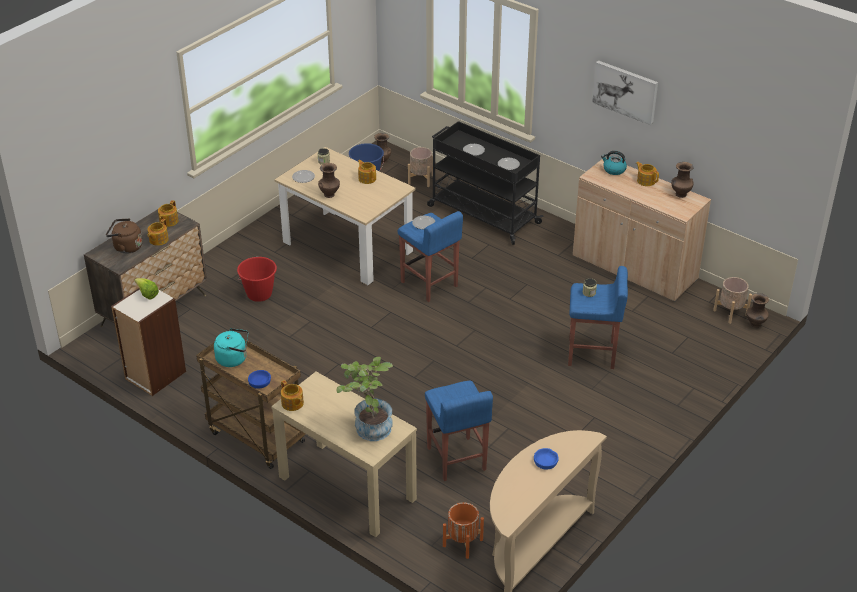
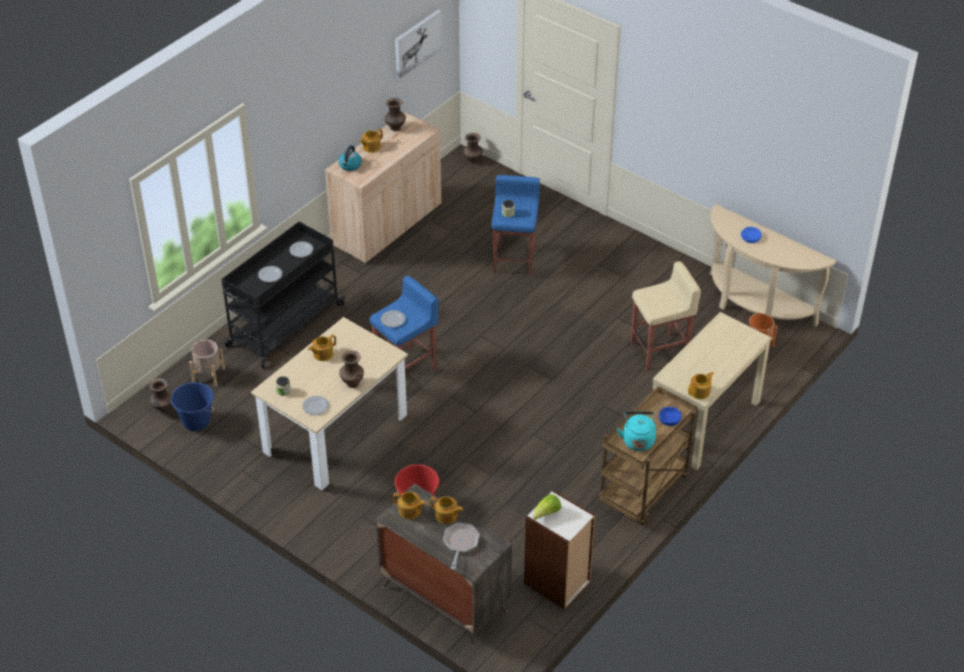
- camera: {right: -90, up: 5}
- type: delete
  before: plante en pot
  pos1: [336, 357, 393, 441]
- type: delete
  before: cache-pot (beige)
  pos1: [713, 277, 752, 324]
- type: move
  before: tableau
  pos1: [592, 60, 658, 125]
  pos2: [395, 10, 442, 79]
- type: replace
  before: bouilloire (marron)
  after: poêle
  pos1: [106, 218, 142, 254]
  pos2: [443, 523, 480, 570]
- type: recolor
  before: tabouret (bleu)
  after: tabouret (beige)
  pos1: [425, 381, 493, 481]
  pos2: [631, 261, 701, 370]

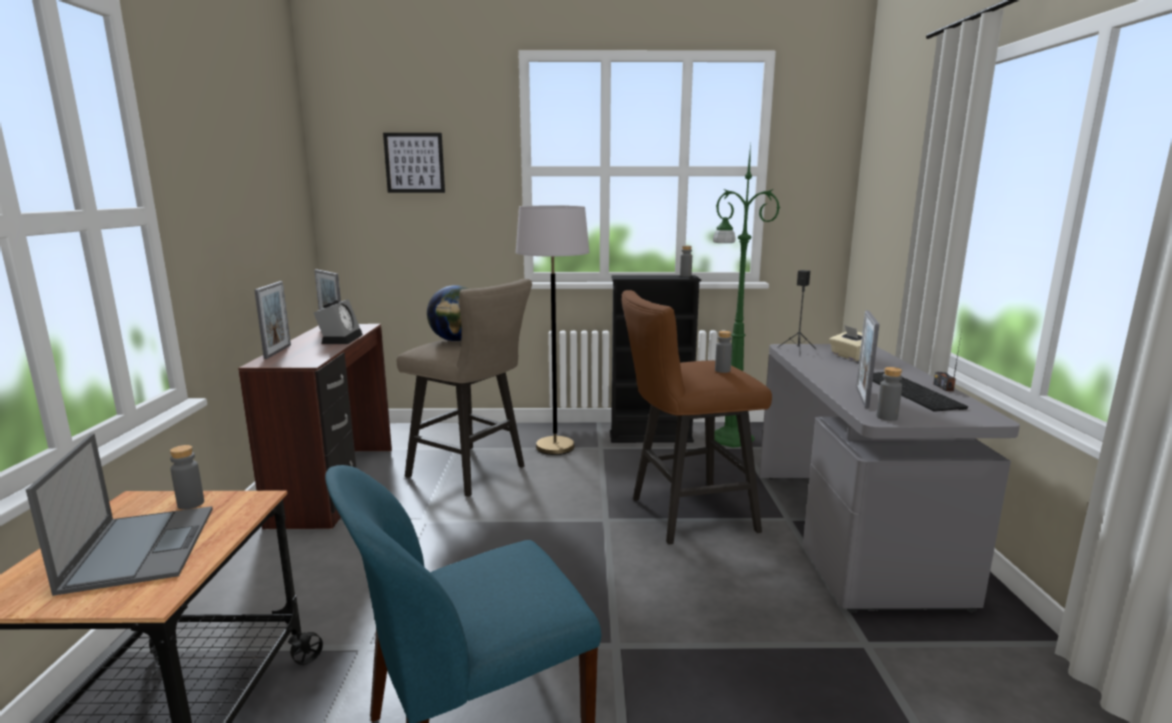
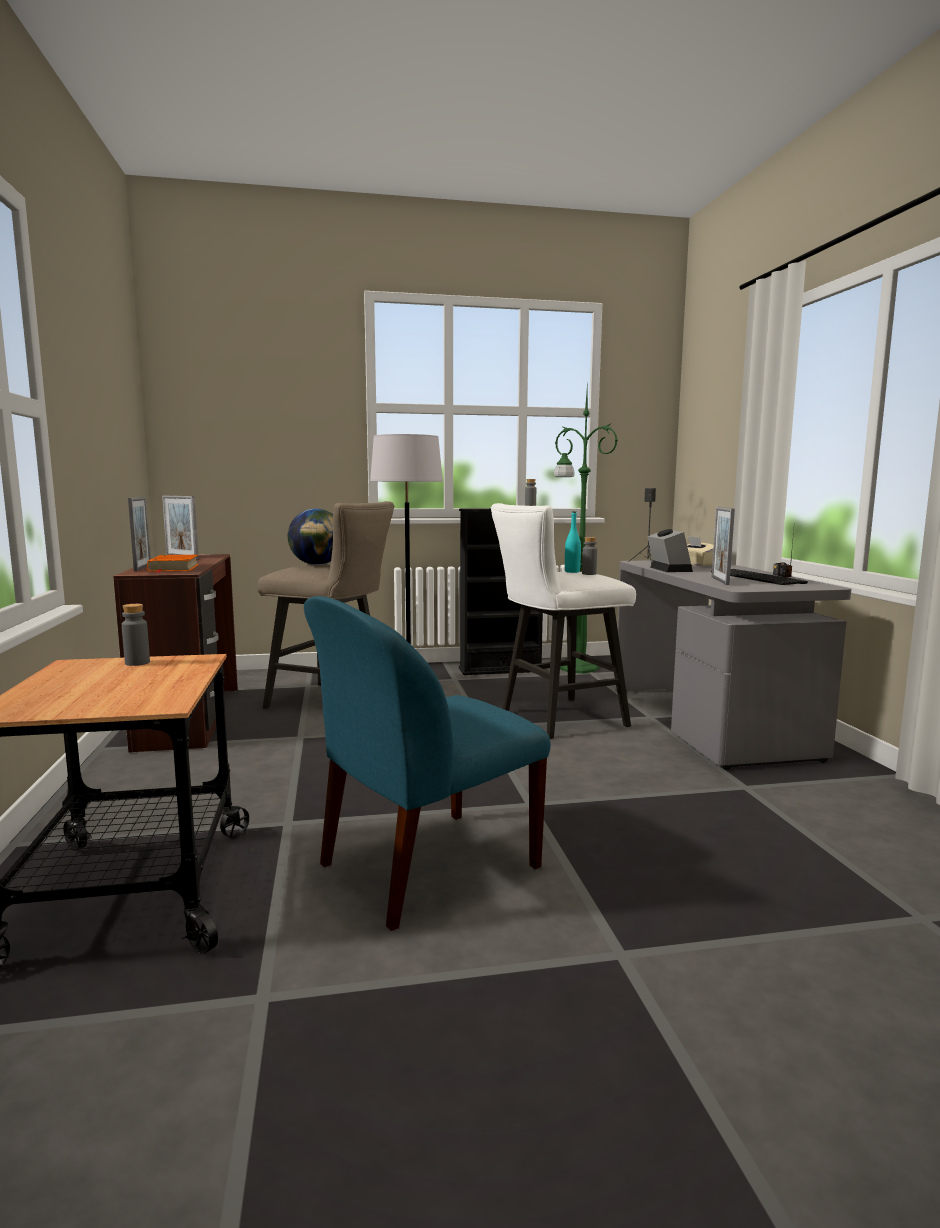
- camera: {right: -10, up: -5}
- type: delete
  before: ordinateur portable
  pos1: [26, 433, 213, 596]
- type: delete
  before: tableau
  pos1: [383, 133, 445, 193]
- type: delete
  before: bouteille (gris)
  pos1: [876, 367, 902, 421]
- type: insert
  after: livre (orange)
  pos2: [147, 555, 199, 573]
- type: insert
  after: bouteille (turquoise)
  pos2: [565, 511, 581, 573]
- type: move
  before: réveil
  pos1: [314, 299, 363, 344]
  pos2: [647, 529, 693, 572]
- type: recolor
  before: tabouret (marron)
  after: tabouret (blanc)
  pos1: [621, 290, 772, 544]
  pos2: [491, 503, 636, 739]

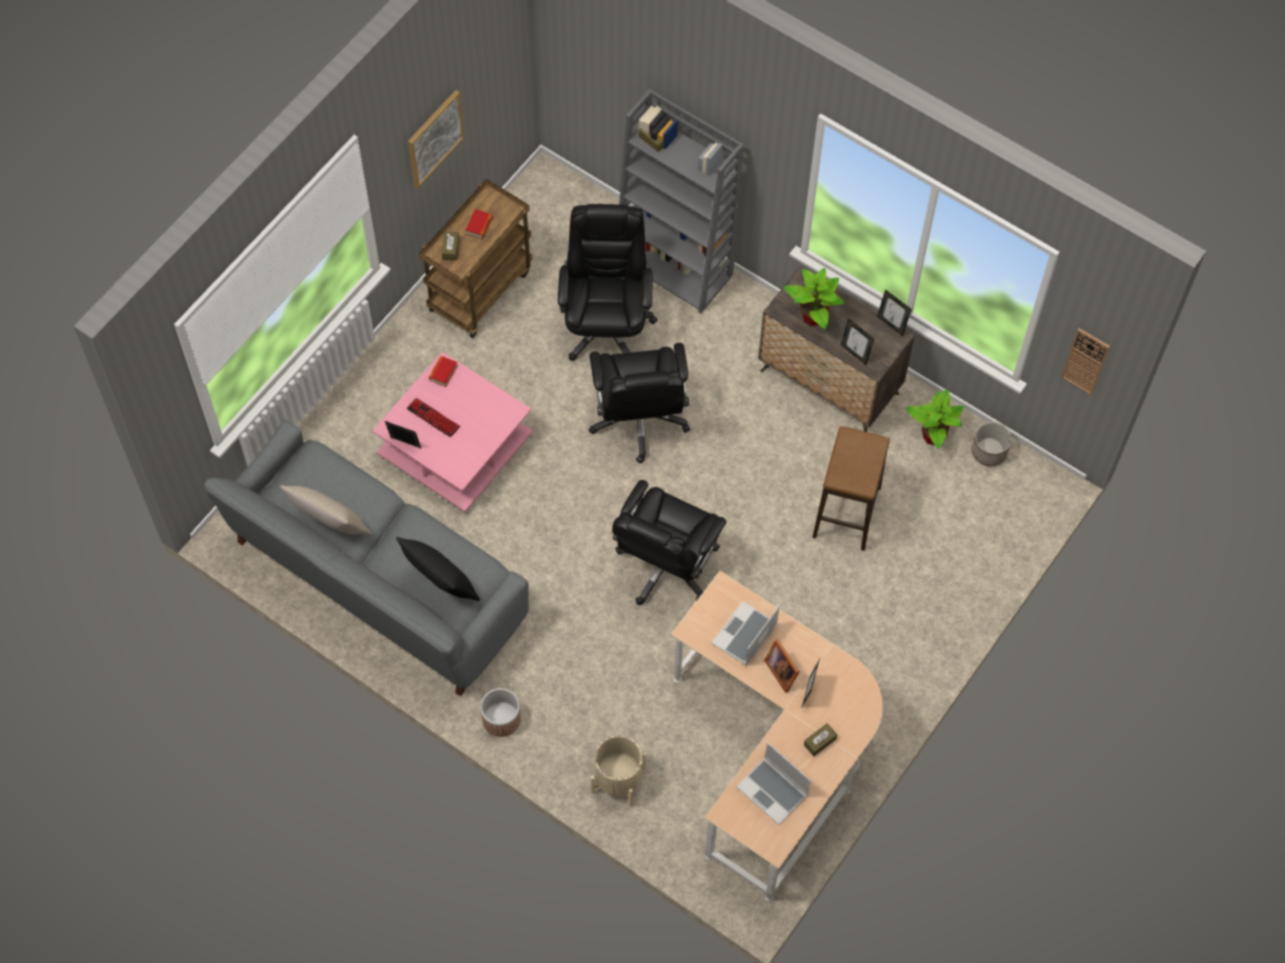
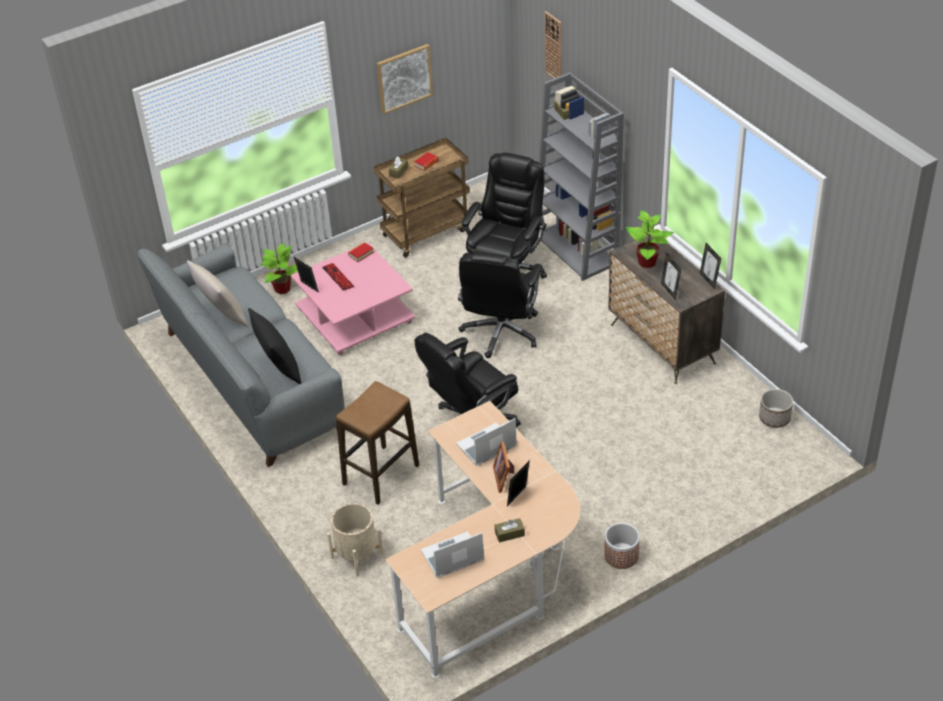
- camera: {right: 25, up: -20}
- type: move
  before: cache-pot
  pos1: [481, 688, 521, 737]
  pos2: [604, 523, 640, 569]
- type: move
  before: tabouret
  pos1: [813, 426, 890, 551]
  pos2: [336, 381, 419, 505]
- type: move
  before: plante en pot
  pos1: [905, 389, 964, 449]
  pos2: [260, 243, 298, 294]
- type: move
  before: horloge murale
  pos1: [1061, 328, 1110, 395]
  pos2: [545, 11, 562, 83]
- type: rotate
  before: ordinateur portable
  pos1: [736, 742, 811, 825]
  pos2: [421, 531, 484, 578]
  turn: 90

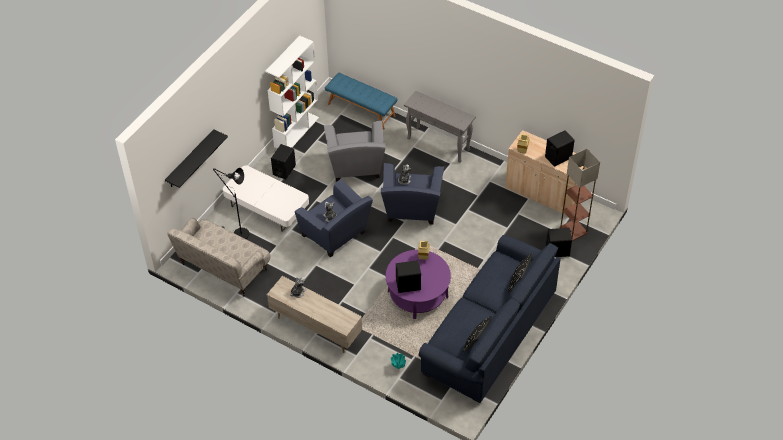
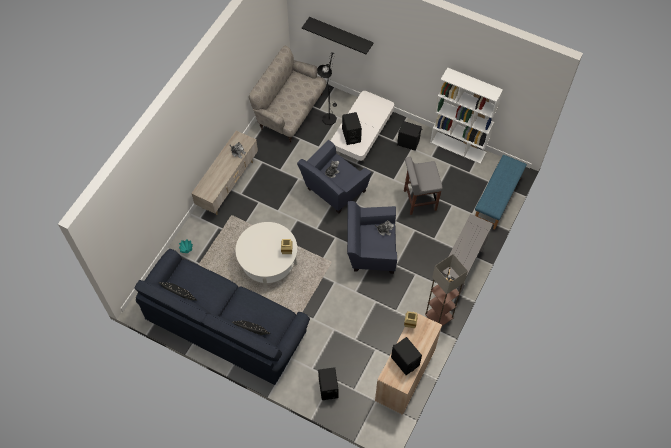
- camera: {right: 85, up: 10}
- type: move
  before: enceinte (noir)
  pos1: [396, 260, 421, 293]
  pos2: [342, 112, 362, 145]
- type: move
  before: lampadaire
  pos1: [559, 148, 600, 241]
  pos2: [425, 254, 468, 326]
- type: replace
  before: fauteuil (gris)
  after: tabouret (gris)
  pos1: [324, 121, 386, 182]
  pos2: [404, 157, 443, 215]
- type: recolor
  before: table basse (violet)
  after: table basse (blanc)
  pos1: [386, 250, 451, 319]
  pos2: [235, 222, 297, 288]

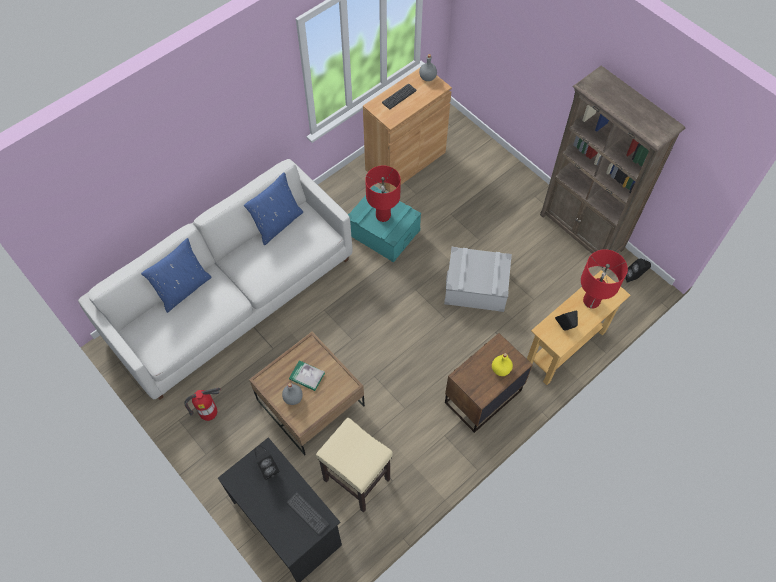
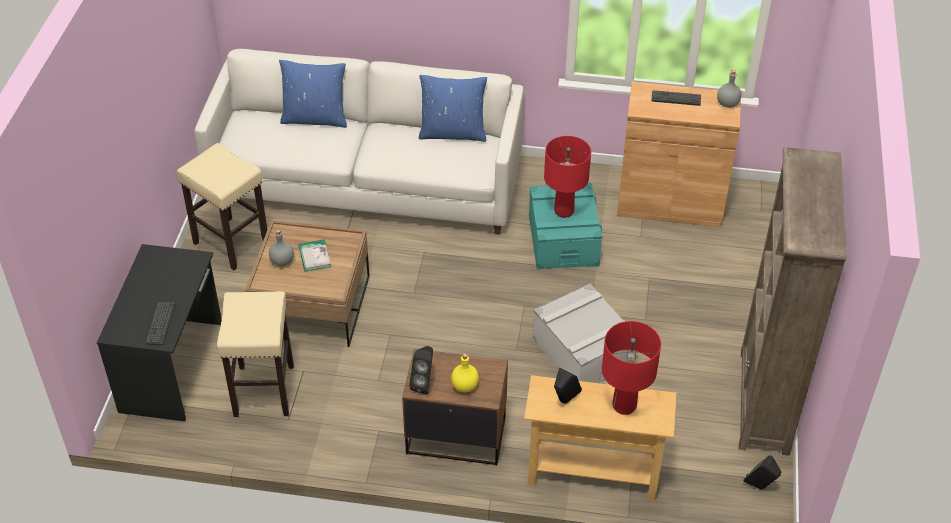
- camera: {right: 50, up: -15}
- type: move
  before: enceinte (noir)
  pos1: [254, 445, 279, 480]
  pos2: [409, 346, 433, 394]
- type: replace
  before: extincteur
  after: tabouret (beige)
  pos1: [184, 388, 221, 421]
  pos2: [177, 143, 267, 270]

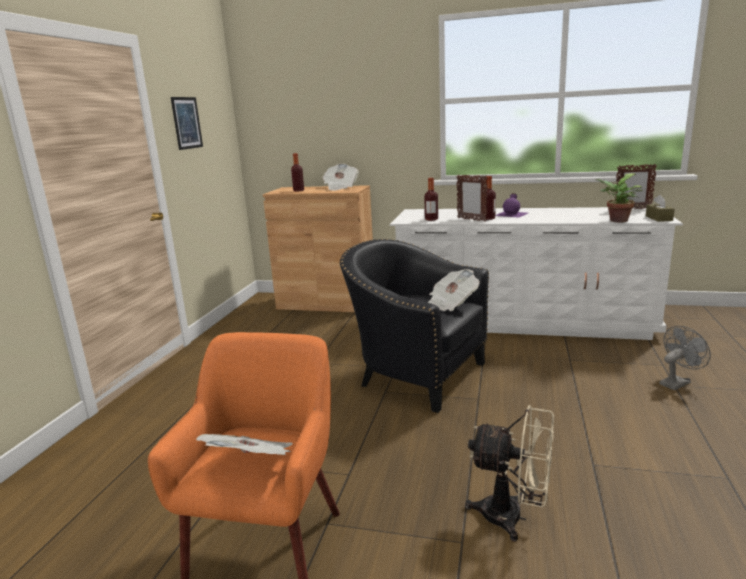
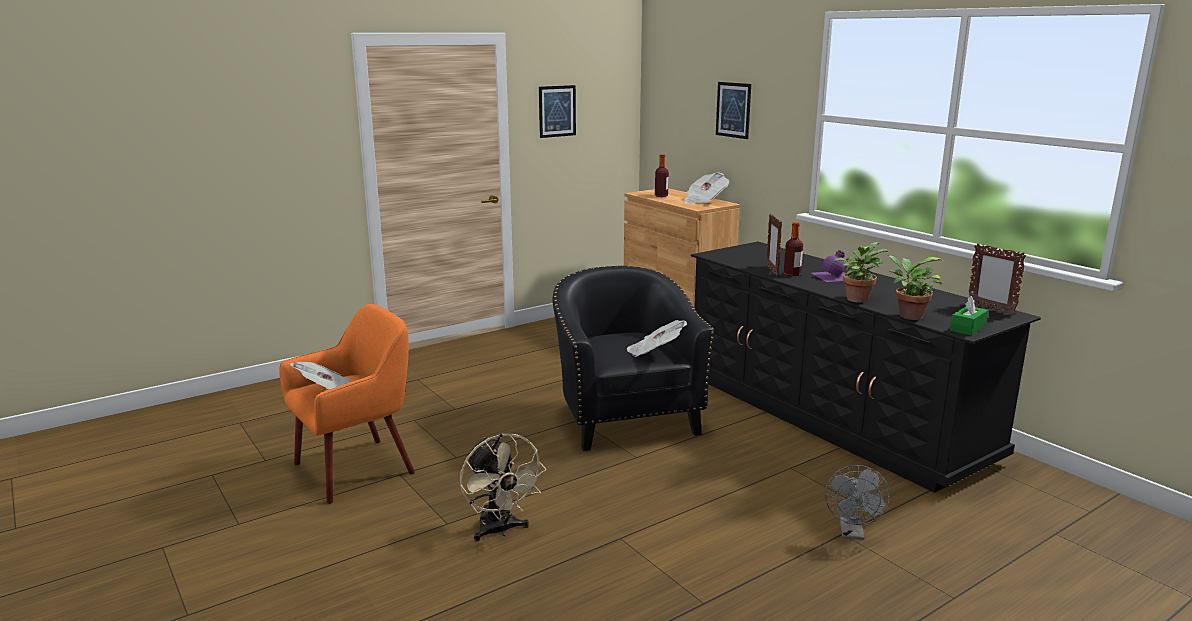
- camera: {right: 40, up: 0}
- type: delete
  before: bouteille
  pos1: [424, 178, 438, 221]
- type: insert
  after: tableau
  pos2: [716, 82, 751, 139]
- type: insert
  after: plante en pot
  pos2: [834, 242, 888, 303]
- type: recolor
  before: commode (blanc)
  after: commode (noir)
  pos1: [389, 207, 683, 340]
  pos2: [691, 242, 1041, 493]
- type: recolor
  before: boîte à mouchoirs (marron)
  after: boîte à mouchoirs (vert)
  pos1: [646, 195, 675, 222]
  pos2: [950, 296, 988, 335]
- type: rotate
  before: ventilateur (gris)
  pos1: [659, 326, 711, 390]
  pos2: [825, 465, 890, 540]
  turn: 90

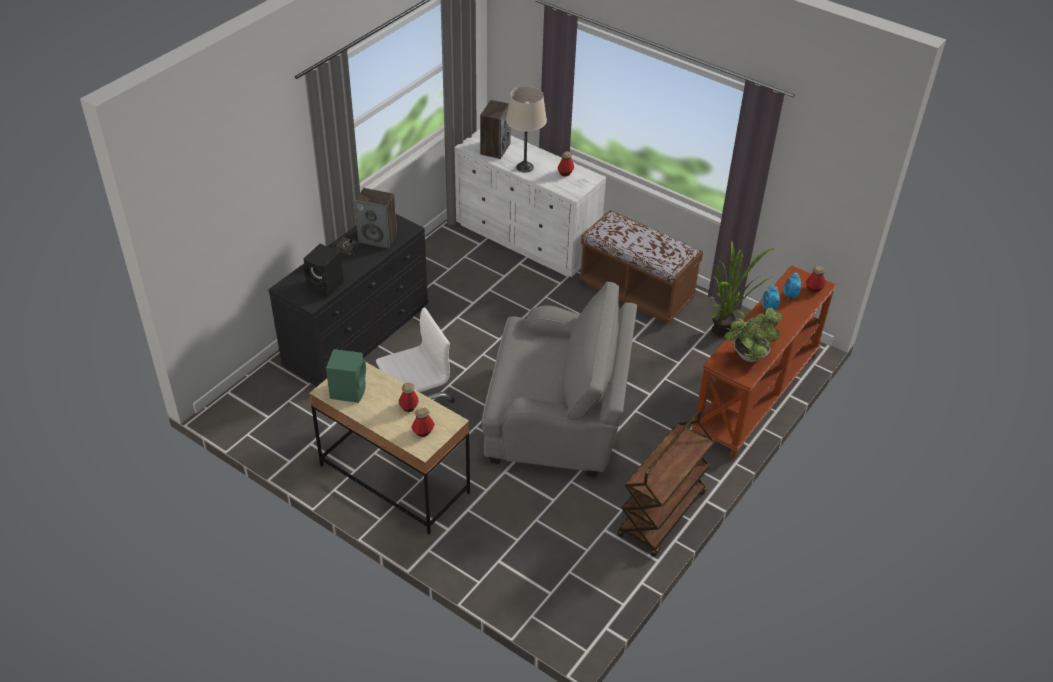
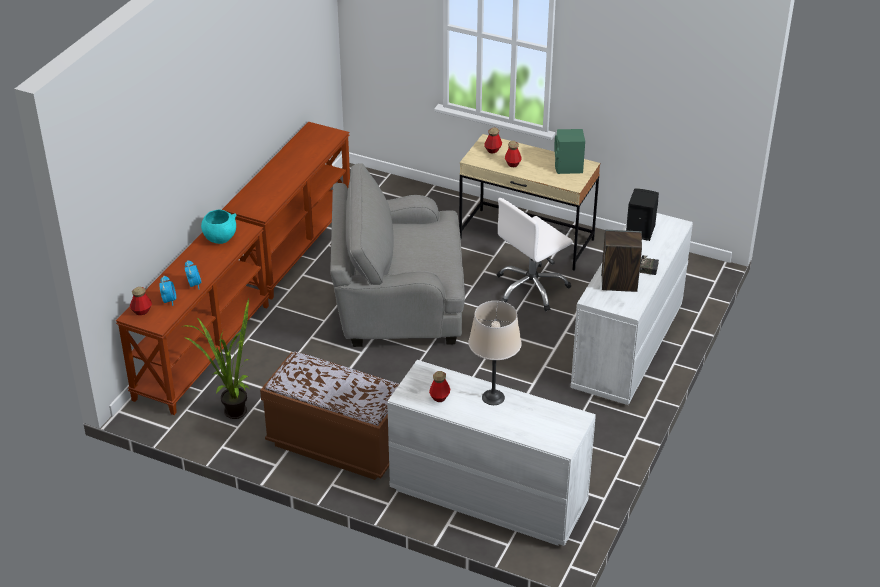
- camera: {right: 170, up: -5}
- type: delete
  before: enceinte
  pos1: [480, 100, 511, 159]
- type: replace
  before: chariot (marron)
  after: table console (marron)
  pos1: [618, 410, 715, 557]
  pos2: [222, 122, 350, 300]
- type: replace
  before: plante en pot
  after: bol (turquoise)
  pos1: [724, 307, 783, 362]
  pos2: [201, 209, 237, 244]
- type: recolor
  before: commode (noir)
  after: commode (blanc)
  pos1: [268, 214, 428, 386]
  pos2: [571, 213, 693, 405]

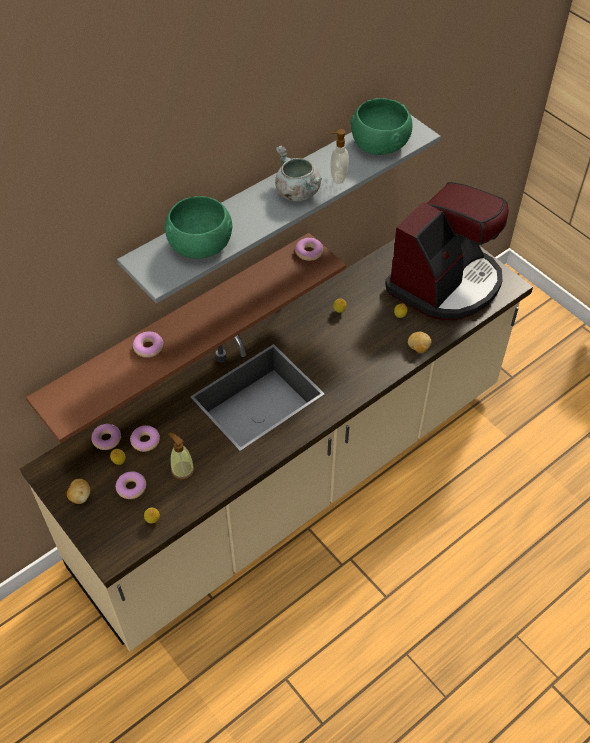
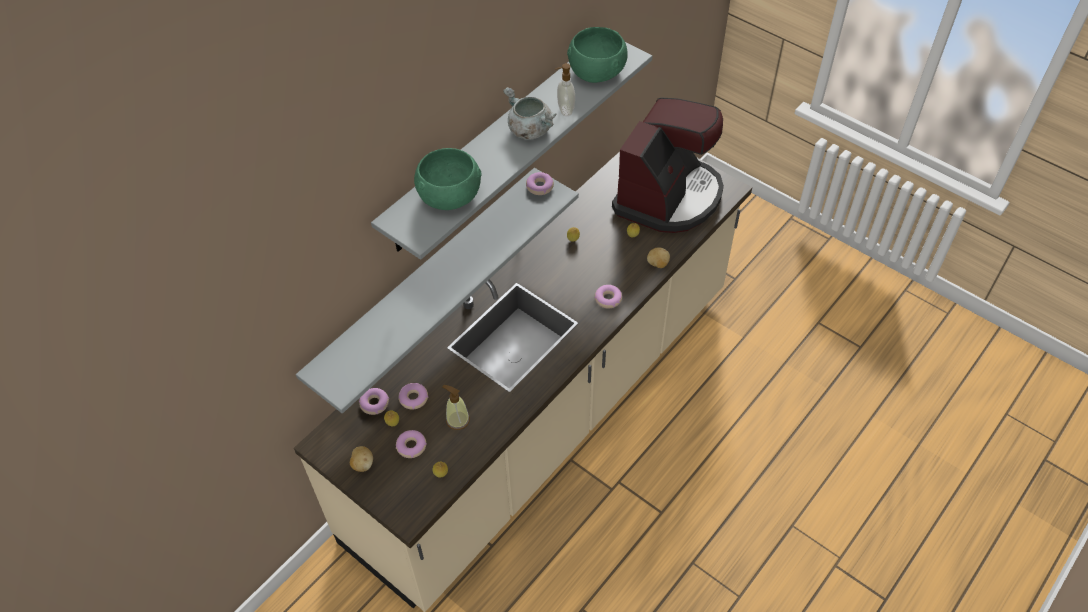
- camera: {right: -10, up: 0}
- type: move
  before: beignet
  pos1: [133, 331, 164, 358]
  pos2: [594, 285, 622, 308]
- type: recolor
  before: étagère (marron)
  after: étagère (gris)
  pos1: [26, 233, 346, 443]
  pos2: [296, 168, 579, 414]

